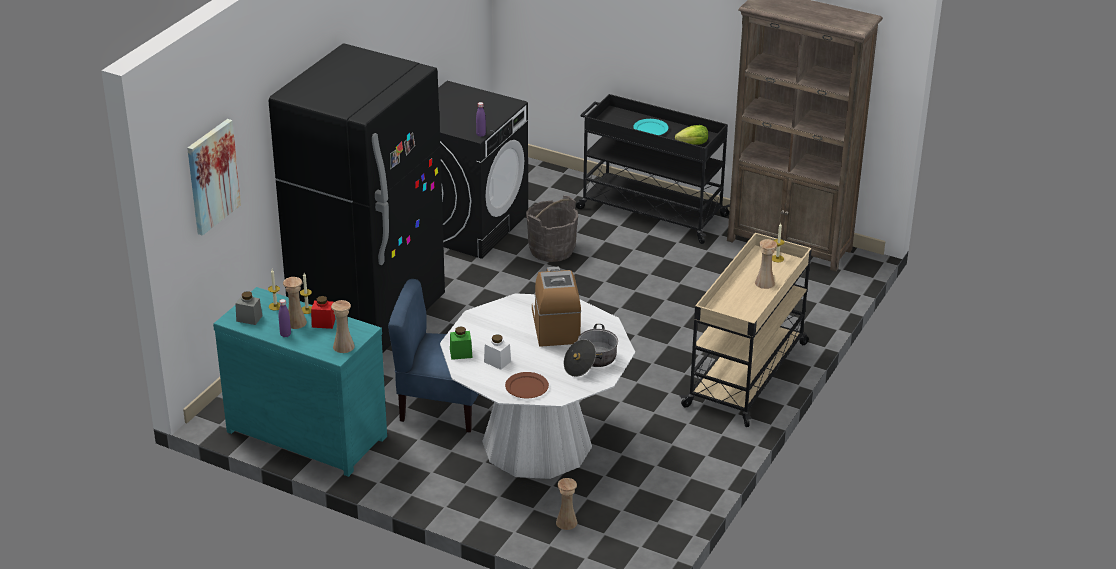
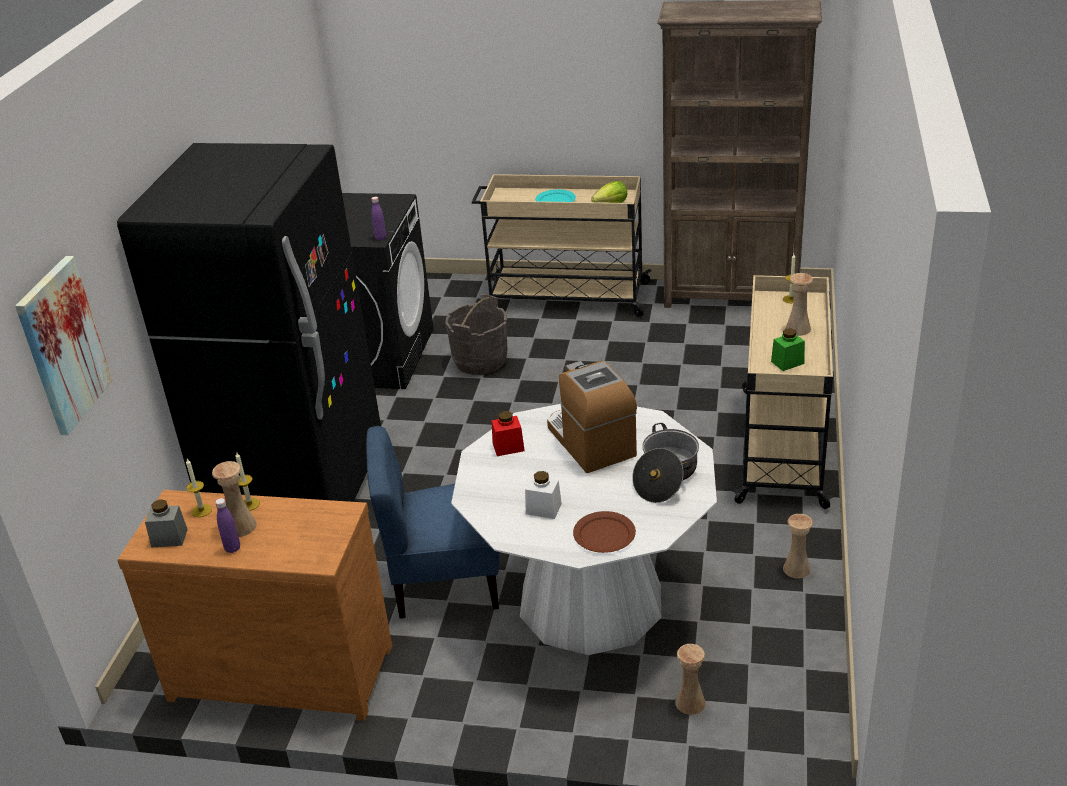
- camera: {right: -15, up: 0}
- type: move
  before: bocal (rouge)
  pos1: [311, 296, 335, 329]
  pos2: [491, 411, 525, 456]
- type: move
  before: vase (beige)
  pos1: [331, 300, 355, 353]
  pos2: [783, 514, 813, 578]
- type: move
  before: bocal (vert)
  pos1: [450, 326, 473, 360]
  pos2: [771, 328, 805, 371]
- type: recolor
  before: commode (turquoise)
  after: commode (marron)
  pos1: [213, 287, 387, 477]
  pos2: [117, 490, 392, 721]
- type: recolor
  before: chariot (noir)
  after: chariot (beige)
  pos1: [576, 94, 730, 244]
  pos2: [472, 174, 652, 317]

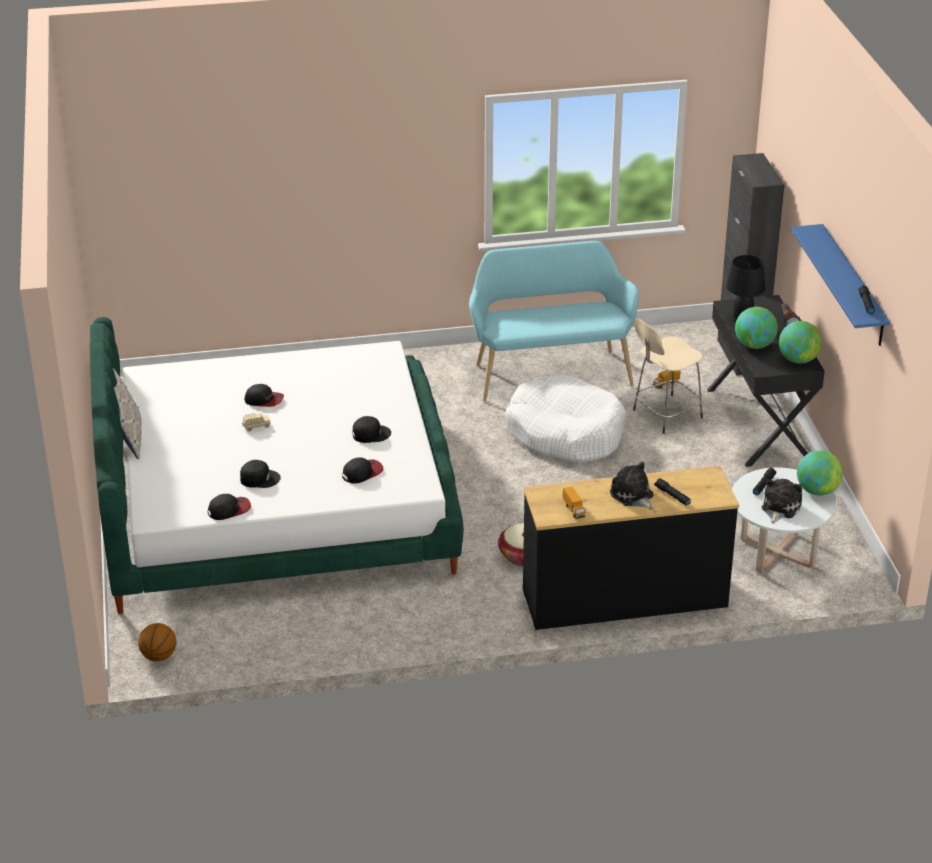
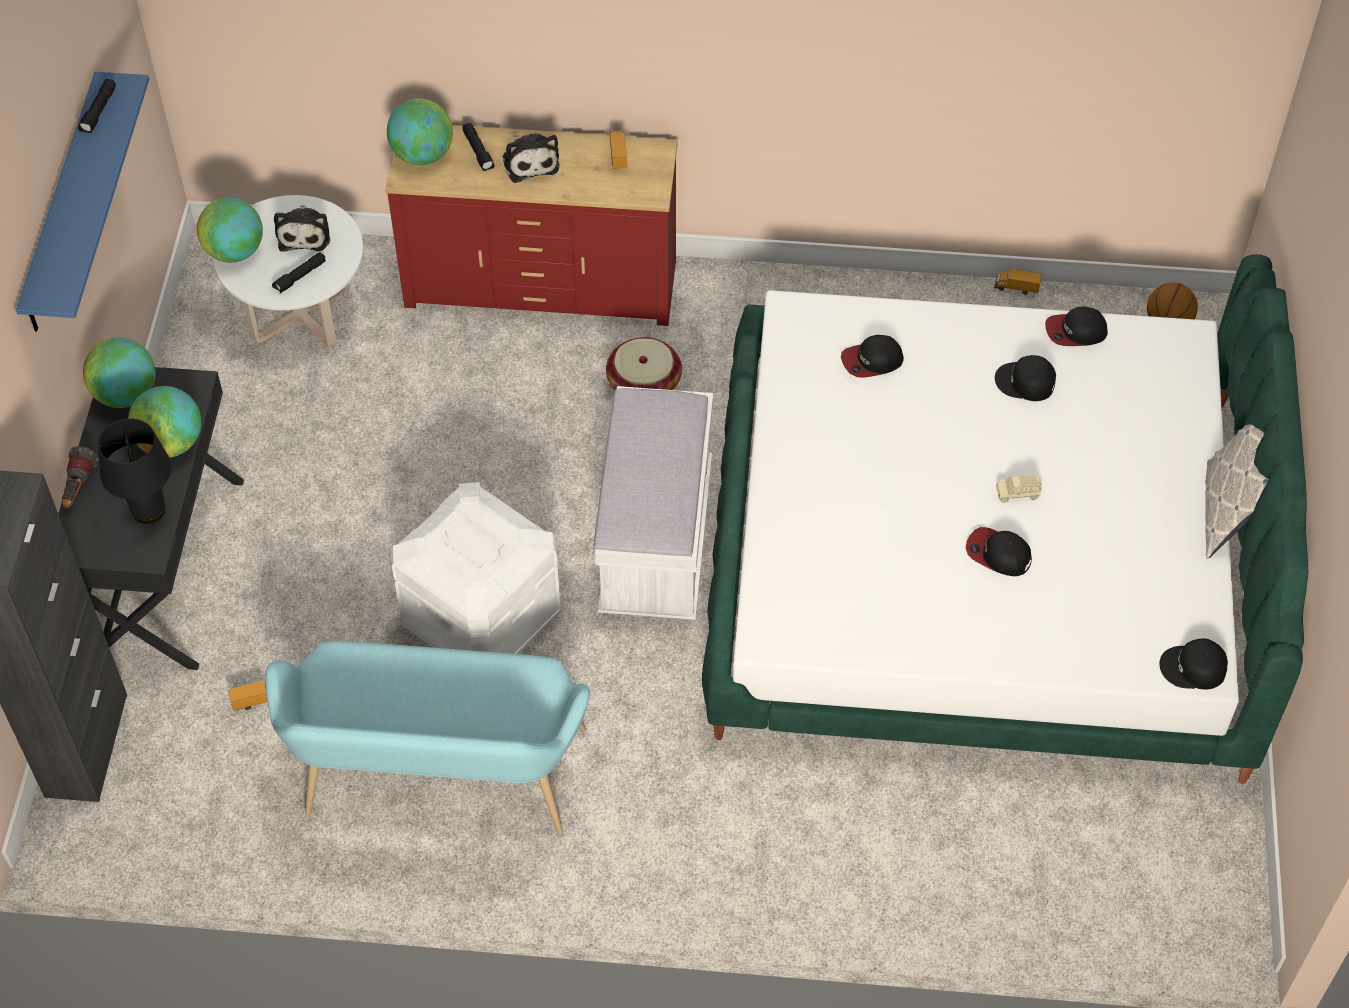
- camera: {right: -165, up: 20}
- type: delete
  before: tabouret (beige)
  pos1: [633, 319, 703, 434]
- type: insert
  after: globe
  pos2: [387, 99, 453, 165]
- type: insert
  after: banc (blanc)
  pos2: [593, 386, 713, 620]
- type: insert
  after: camion jouet
  pos2: [994, 268, 1042, 294]
- type: move
  before: casquette (noir)
  pos1: [352, 416, 391, 443]
  pos2: [1159, 639, 1228, 689]
- type: replace
  before: panier pour chien (blanc)
  after: boîte de rangement (blanc)
  pos1: [505, 375, 626, 463]
  pos2: [391, 482, 561, 654]
- type: recolor
  before: commode (noir)
  after: commode (rouge)
  pos1: [523, 466, 739, 630]
  pos2: [385, 125, 678, 326]
- type: rotate
  before: peluche
  pos1: [762, 479, 802, 524]
  pos2: [274, 205, 330, 252]
  turn: -45

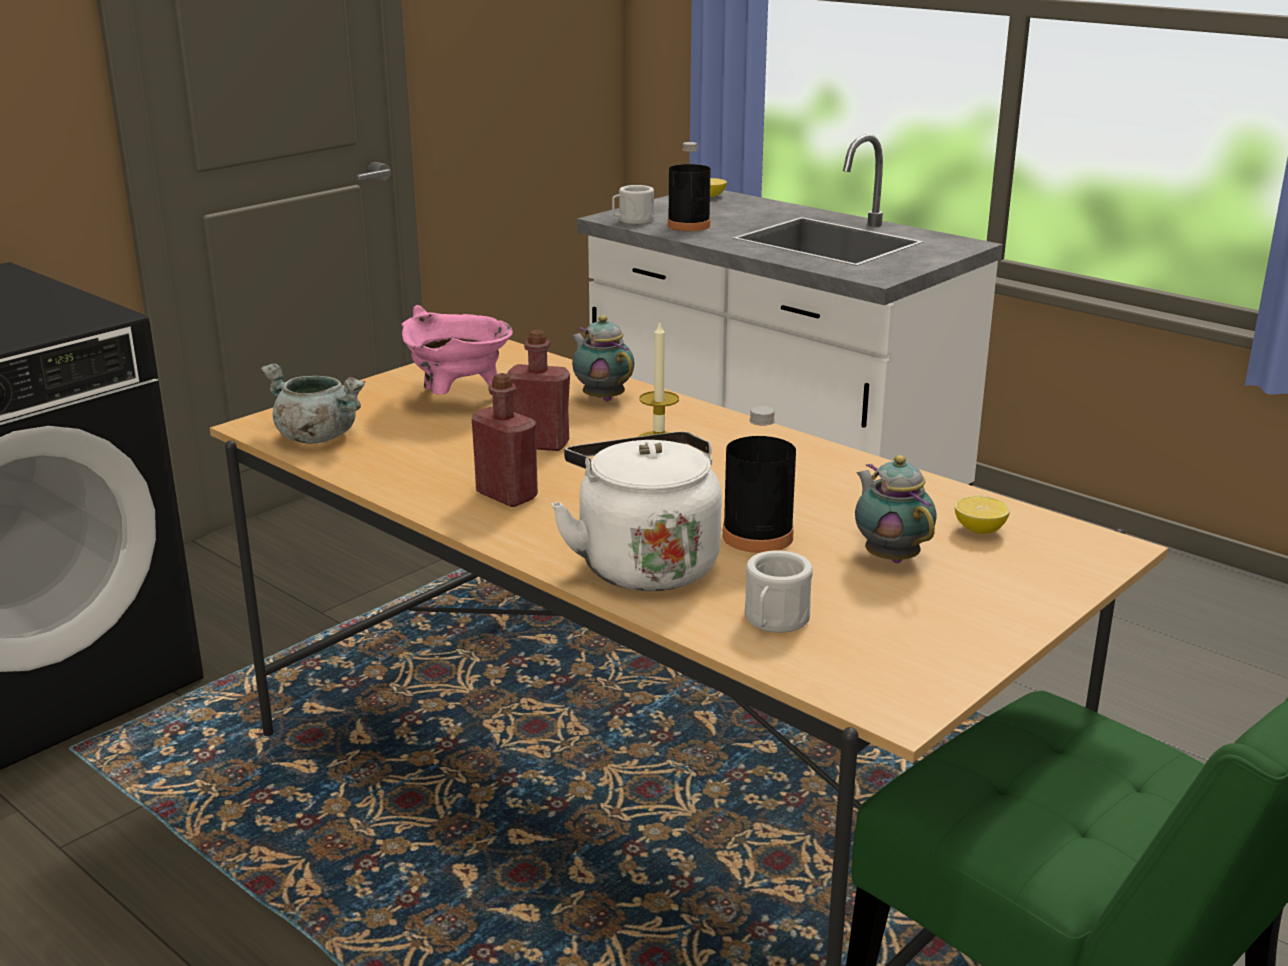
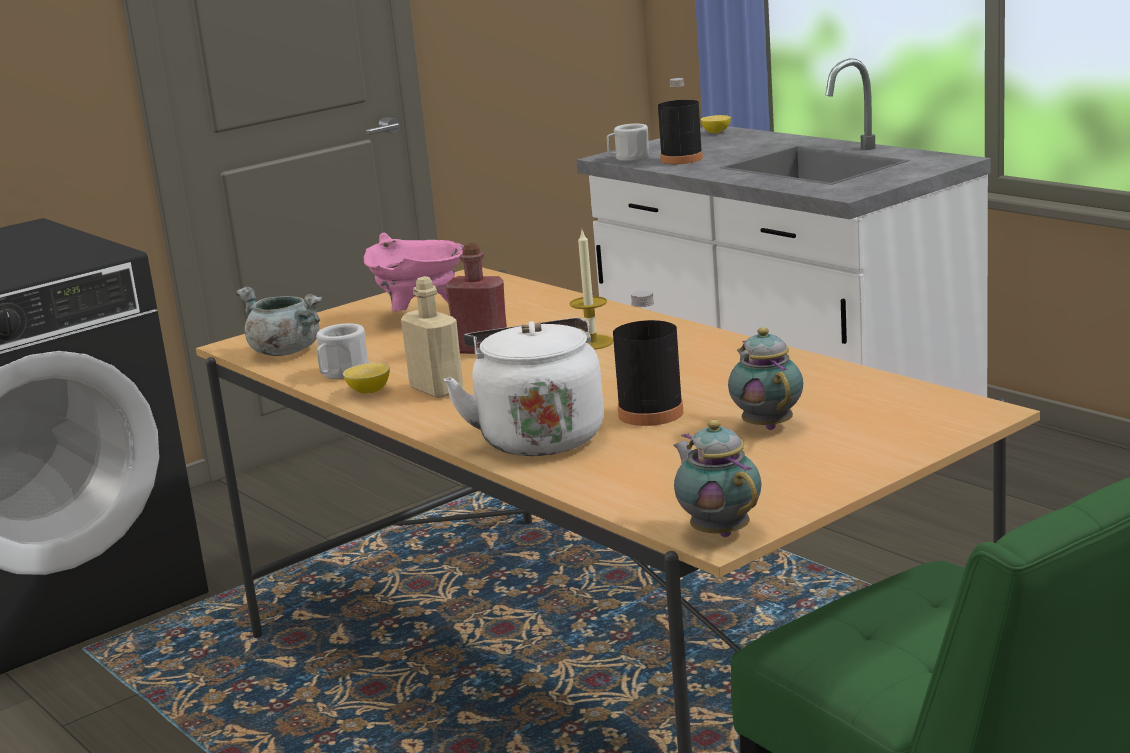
- camera: {right: 10, up: -5}
- type: move
  before: théière
  pos1: [571, 315, 635, 401]
  pos2: [674, 420, 762, 537]
- type: move
  before: mug (blanc)
  pos1: [745, 551, 813, 633]
  pos2: [316, 323, 369, 379]
- type: move
  before: citron
  pos1: [955, 496, 1010, 534]
  pos2: [343, 363, 390, 394]
- type: recolor
  before: bouteille (rouge)
  after: bouteille (beige)
  pos1: [472, 373, 538, 507]
  pos2: [401, 276, 464, 398]

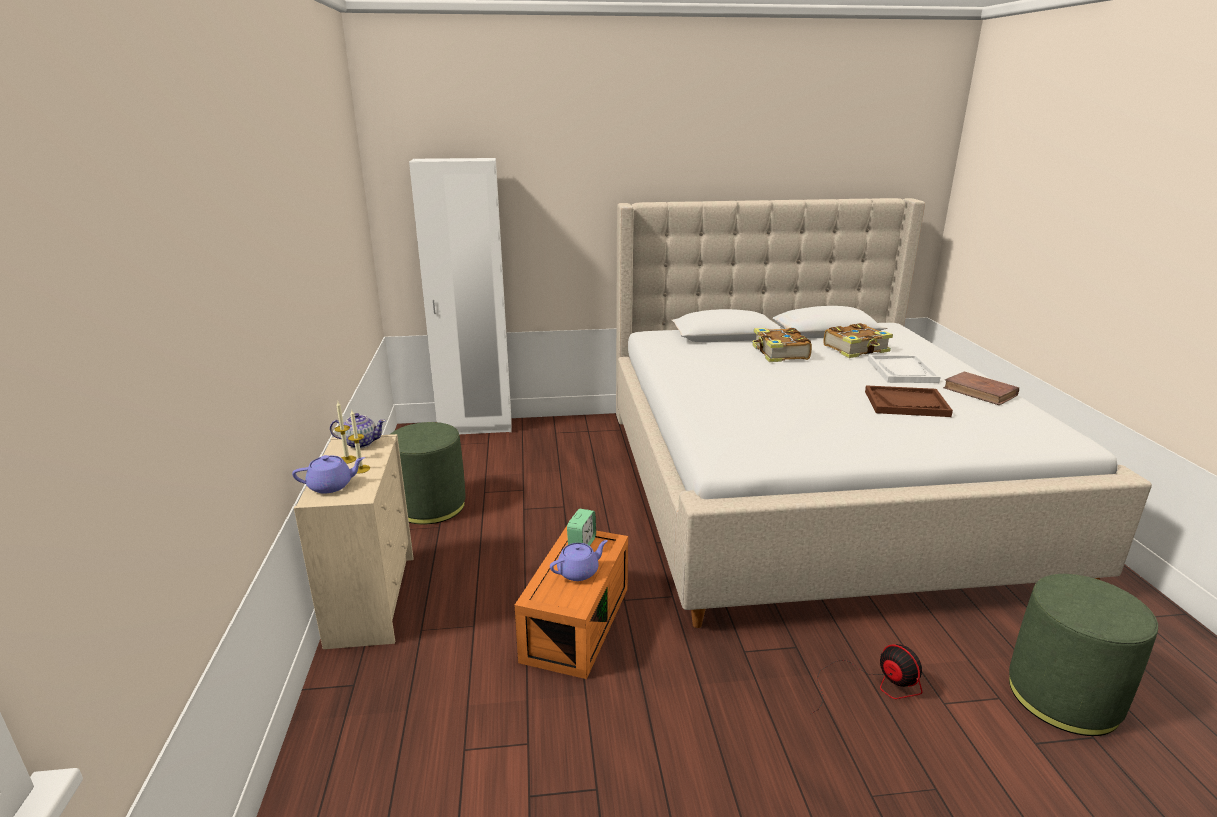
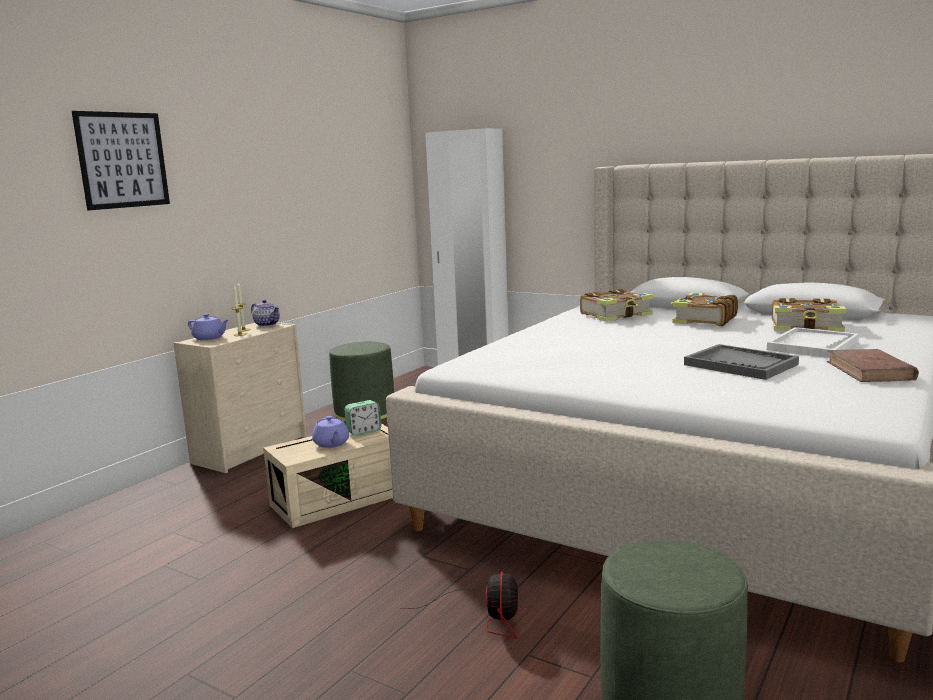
- camera: {right: 40, up: -10}
- type: insert
  after: tableau
  pos2: [72, 111, 170, 210]
- type: insert
  after: livre
  pos2: [580, 289, 653, 322]
- type: recolor
  before: boîte de rangement (orange)
  after: boîte de rangement (beige)
  pos1: [514, 526, 628, 679]
  pos2: [263, 424, 393, 528]
- type: recolor
  before: plateau (marron)
  after: plateau (gris)
  pos1: [865, 385, 953, 417]
  pos2: [684, 344, 799, 380]
- type: rotate
  before: théière (violet)
  pos1: [550, 540, 608, 581]
  pos2: [312, 416, 349, 448]
  turn: 60

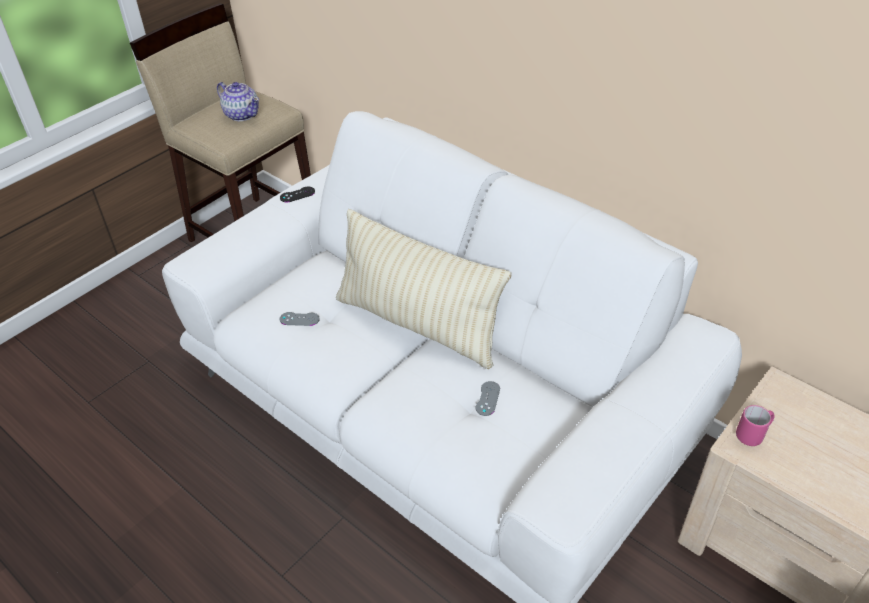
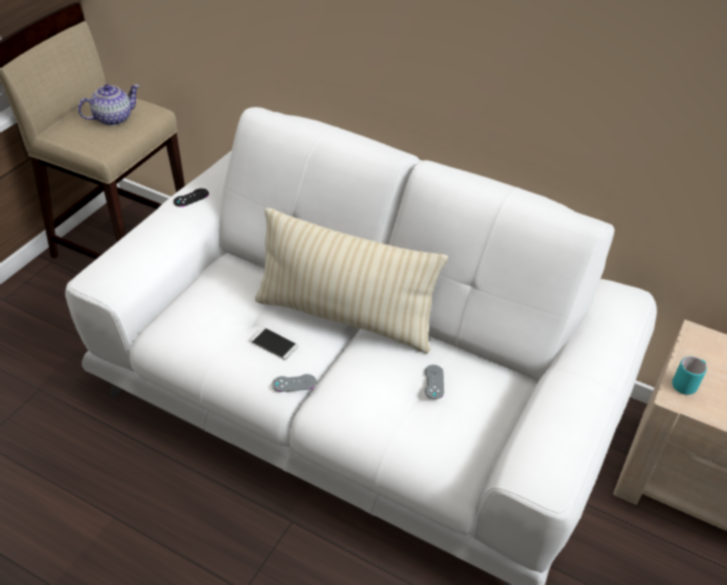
- camera: {right: -15, up: 0}
- type: insert
  after: téléphone
  pos2: [250, 327, 298, 360]
- type: move
  before: manette (gris)
  pos1: [280, 312, 320, 326]
  pos2: [272, 374, 317, 392]
- type: recolor
  before: mug (rose)
  after: mug (turquoise)
  pos1: [736, 405, 775, 446]
  pos2: [672, 356, 707, 395]
- type: rotate
  before: théière
  pos1: [217, 82, 259, 121]
  pos2: [78, 84, 140, 126]
  turn: -60

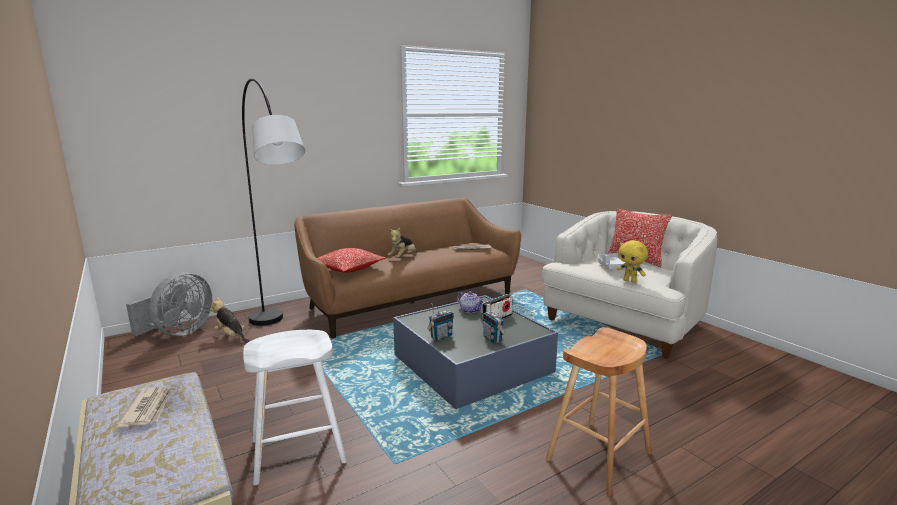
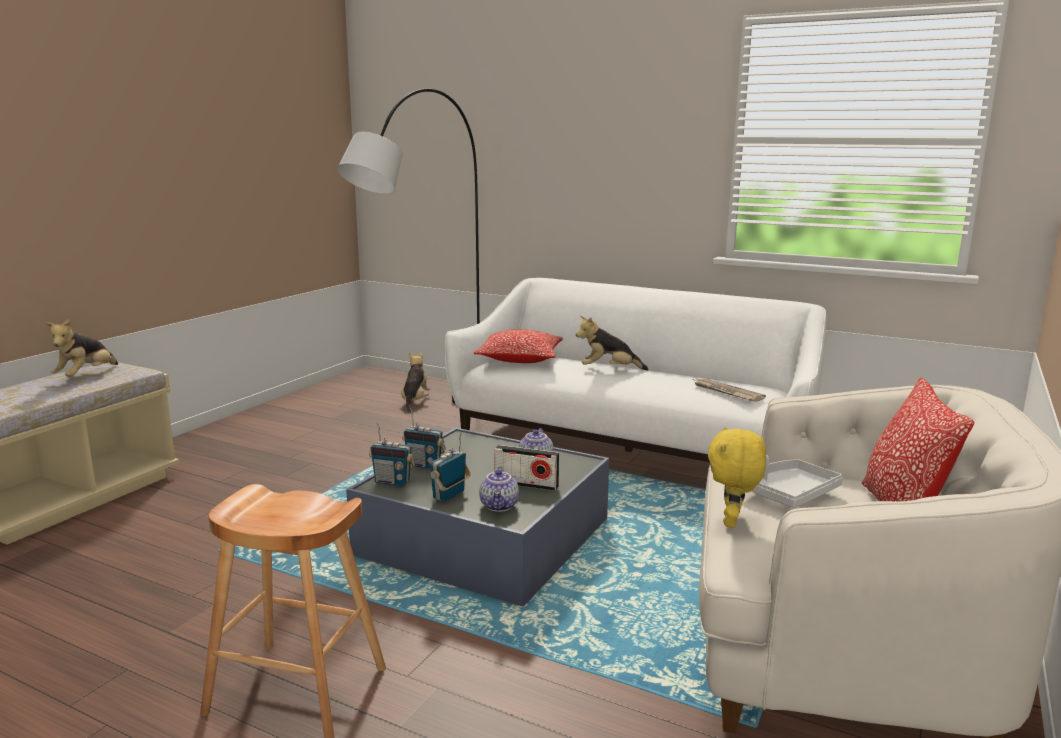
- camera: {right: 60, up: 0}
- type: delete
  before: ventilateur (gris)
  pos1: [126, 272, 212, 336]
- type: delete
  before: tabouret (blanc)
  pos1: [243, 330, 347, 485]
- type: insert
  after: radio
  pos2: [369, 422, 415, 486]
- type: insert
  after: théière
  pos2: [479, 467, 519, 512]
- type: replace
  before: journal
  after: peluche
  pos1: [116, 387, 173, 427]
  pos2: [46, 319, 118, 377]
- type: recolor
  before: canapé (marron)
  after: canapé (blanc)
  pos1: [294, 198, 521, 338]
  pos2: [445, 278, 827, 462]

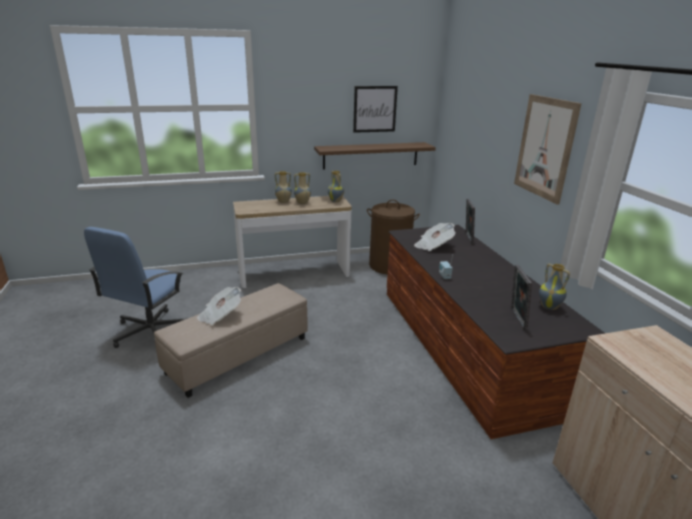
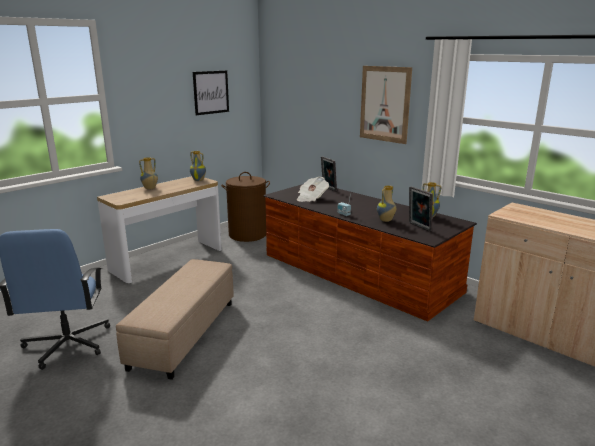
- camera: {right: -30, up: -5}
- type: delete
  before: journal
  pos1: [197, 287, 242, 325]
- type: delete
  before: étagère (marron)
  pos1: [314, 142, 436, 169]
- type: move
  before: vase
  pos1: [294, 172, 311, 204]
  pos2: [377, 186, 396, 222]

